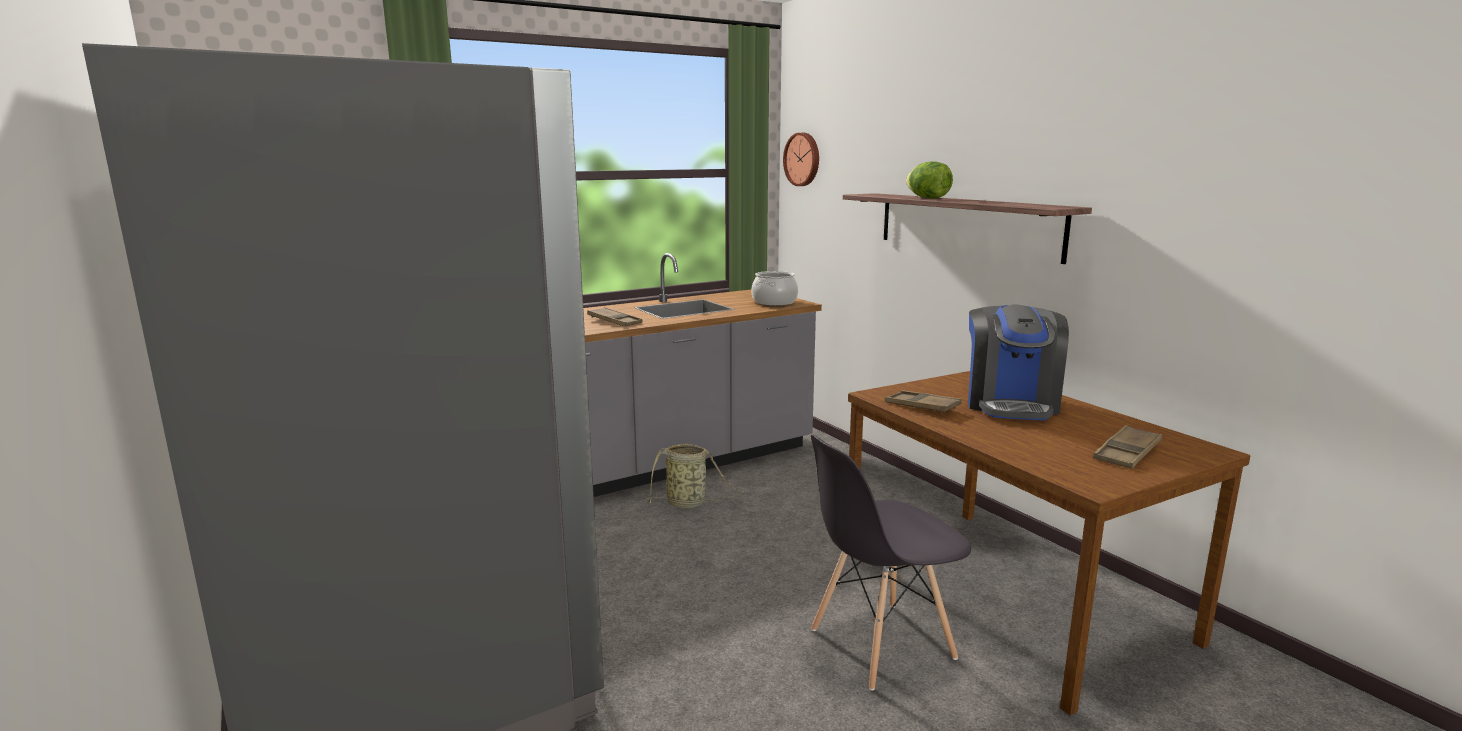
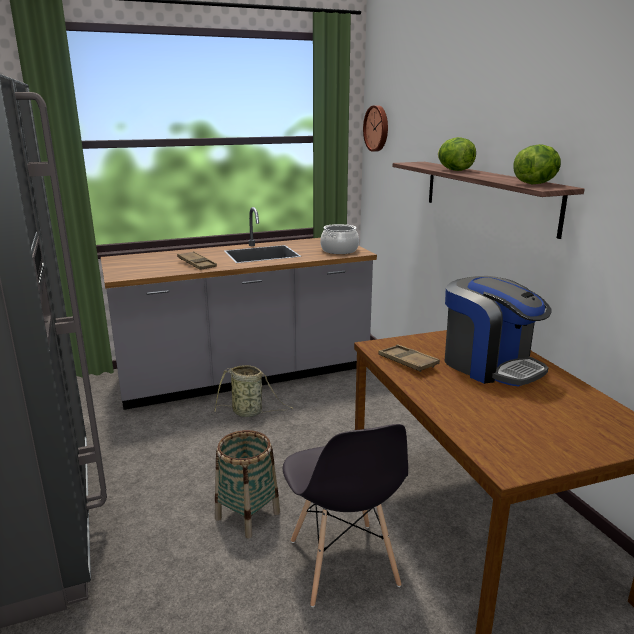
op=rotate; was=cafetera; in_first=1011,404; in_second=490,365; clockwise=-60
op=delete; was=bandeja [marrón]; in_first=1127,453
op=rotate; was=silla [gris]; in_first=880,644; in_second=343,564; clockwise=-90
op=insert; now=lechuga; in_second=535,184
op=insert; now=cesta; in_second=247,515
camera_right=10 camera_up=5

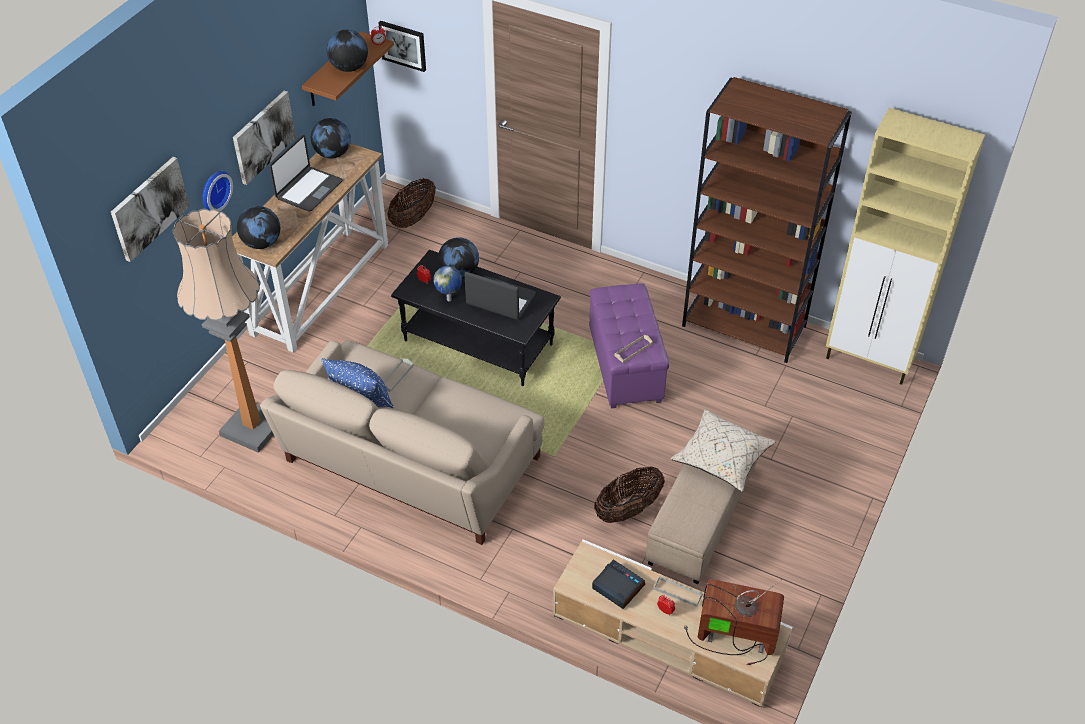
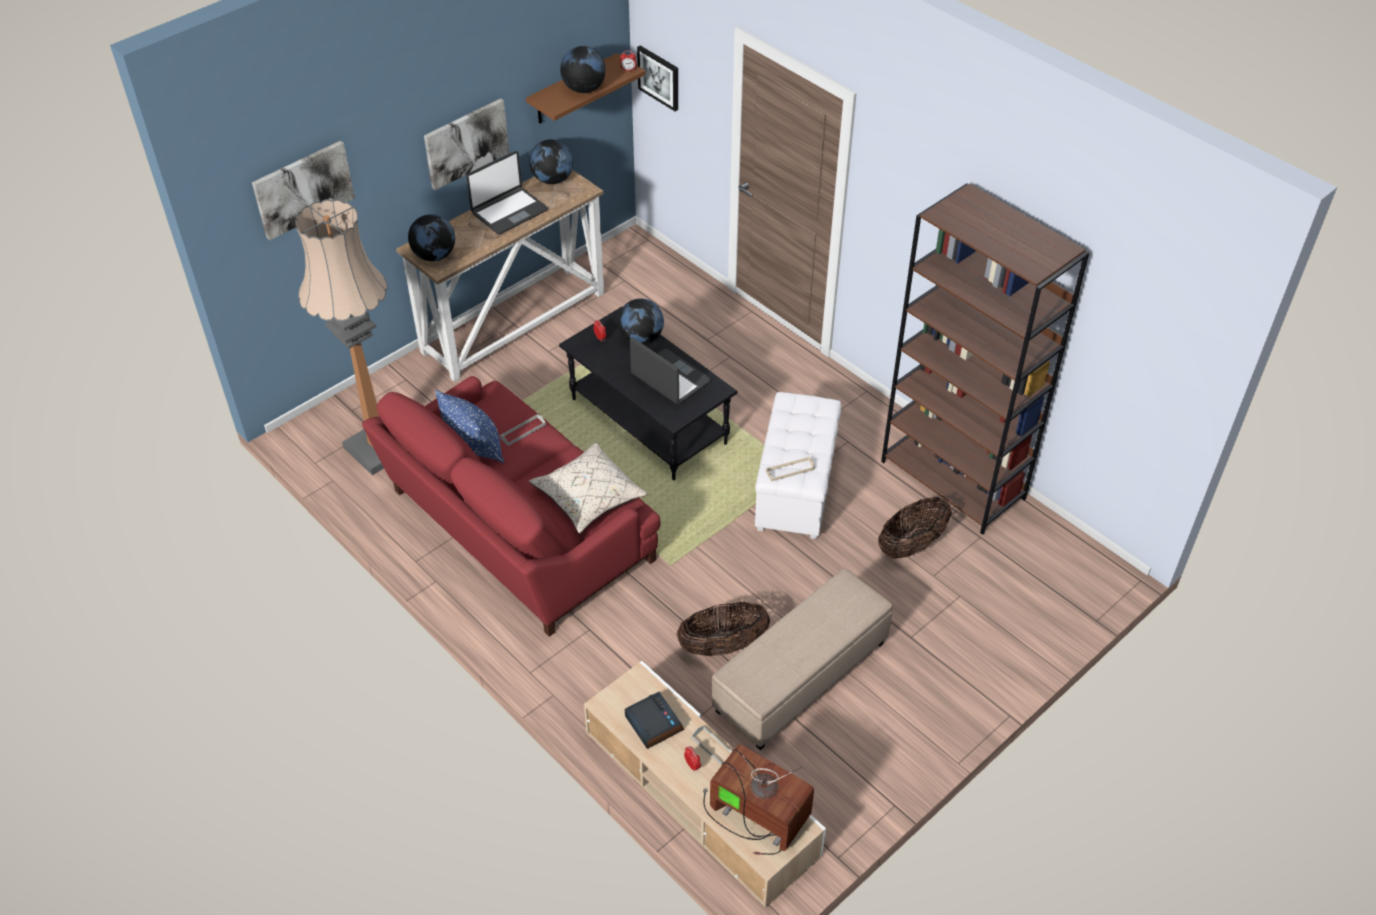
op=delete; was=armario [beis]; in_first=869,361
op=delete; was=reloj de pared; in_first=214,190
op=move; was=cesta; in_first=413,218; in_second=911,545
op=delete; was=globo terráqueo; in_first=449,299
op=recolor; was=puf [morado]; now=puf [blanco]; in_first=626,366; in_second=796,489
op=recolor; was=sofá [beis]; now=sofá [rojo]; in_first=410,463; in_second=517,529
op=move; was=cojín [beis]; in_first=721,458; in_second=588,497
camera_right=20 camera_up=0

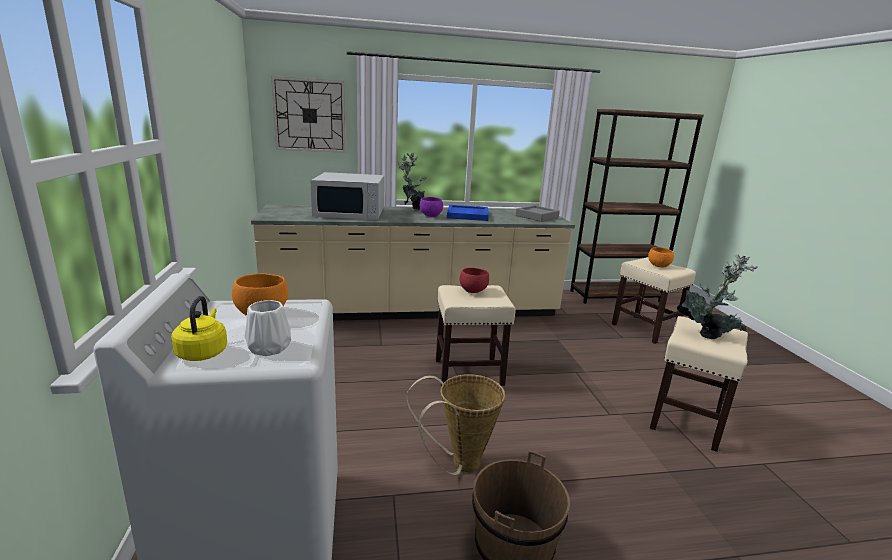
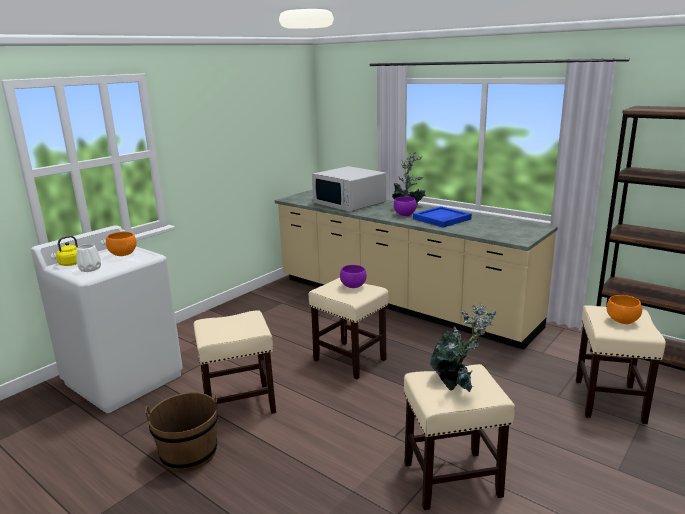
op=delete; was=reloj de pared; in_first=309,115
op=delete; was=bandeja [gris]; in_first=537,217
op=recolor; was=cuenco [rojo]; now=cuenco [morado]; in_first=473,291; in_second=354,286
op=replace; was=cesta; now=taburete [beis]; in_first=459,464; in_second=240,404
camera_right=50 camera_up=0

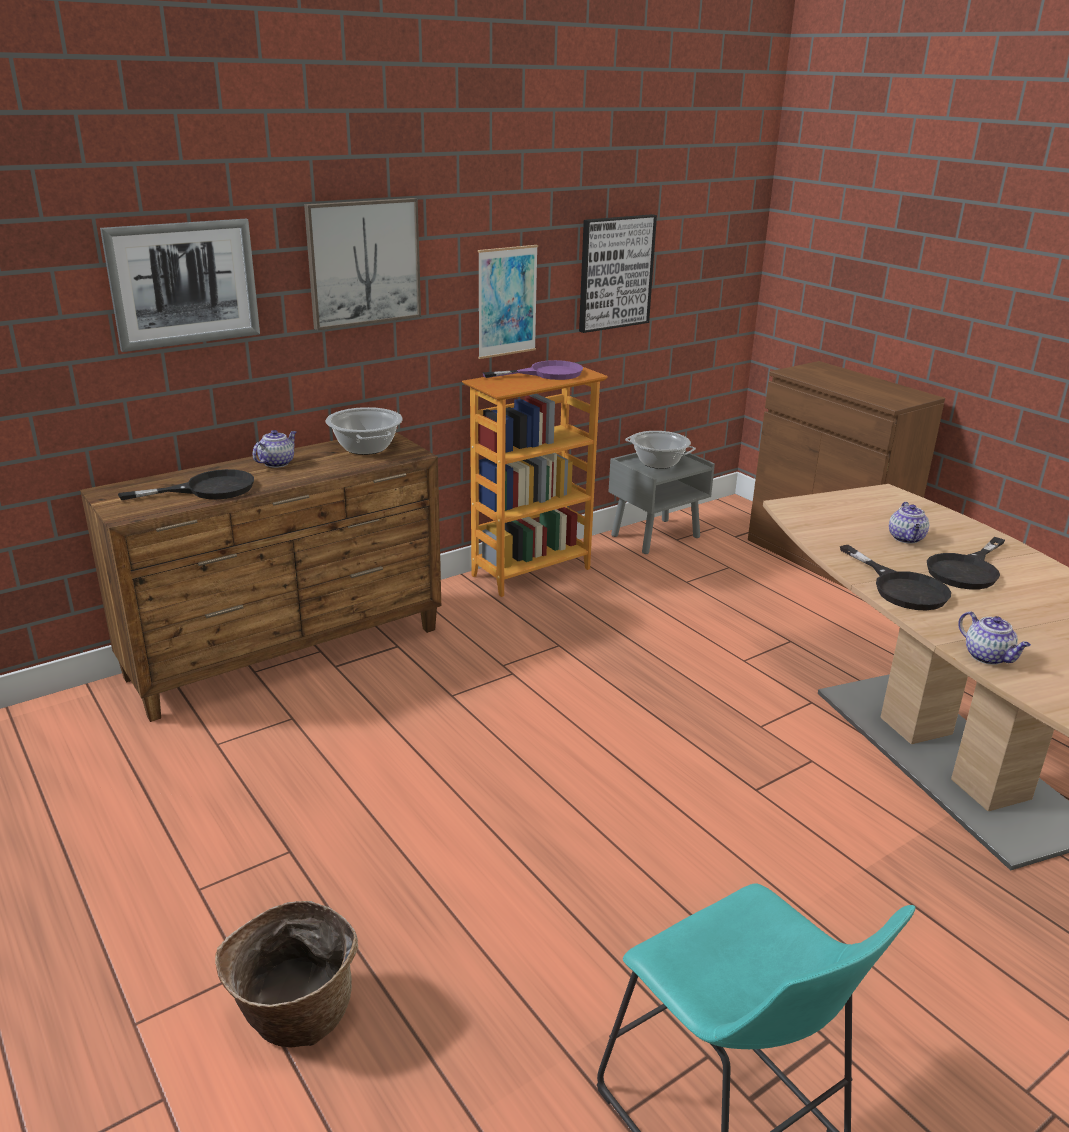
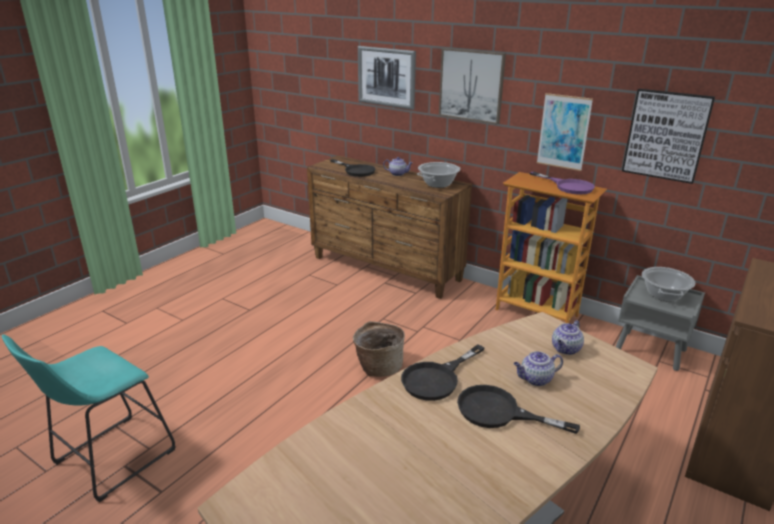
op=move; was=tetera; in_first=988,657; in_second=566,349
op=move; was=cesta; in_first=294,1015; in_second=378,367
camera_right=70 camera_up=0

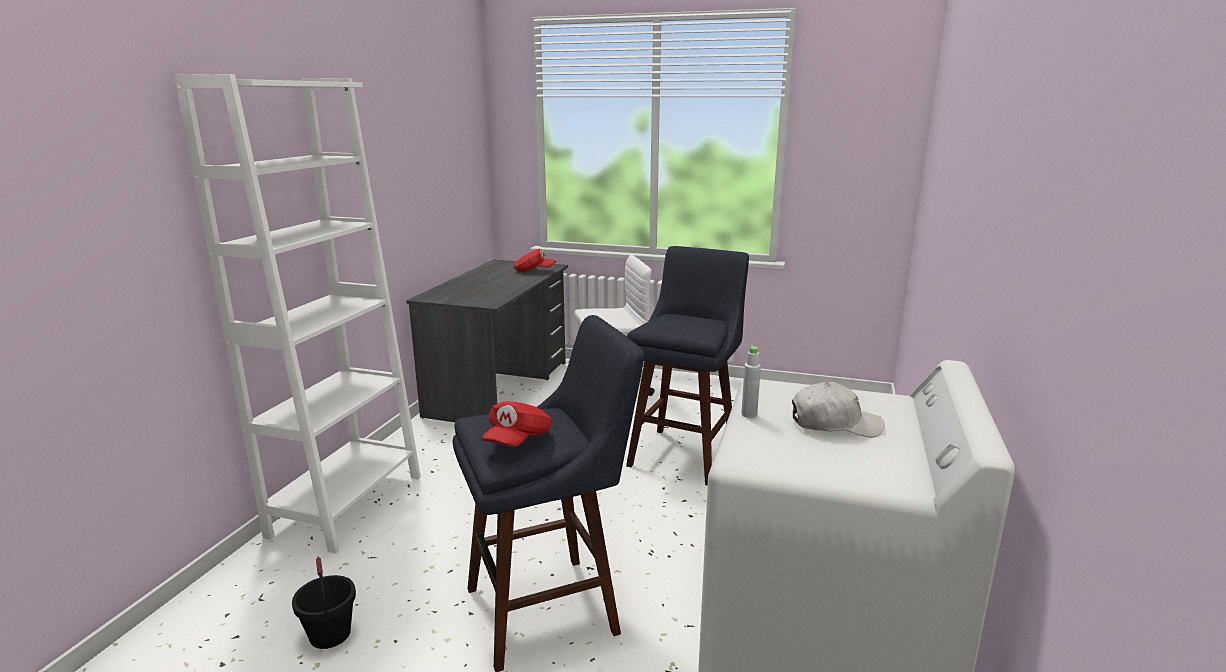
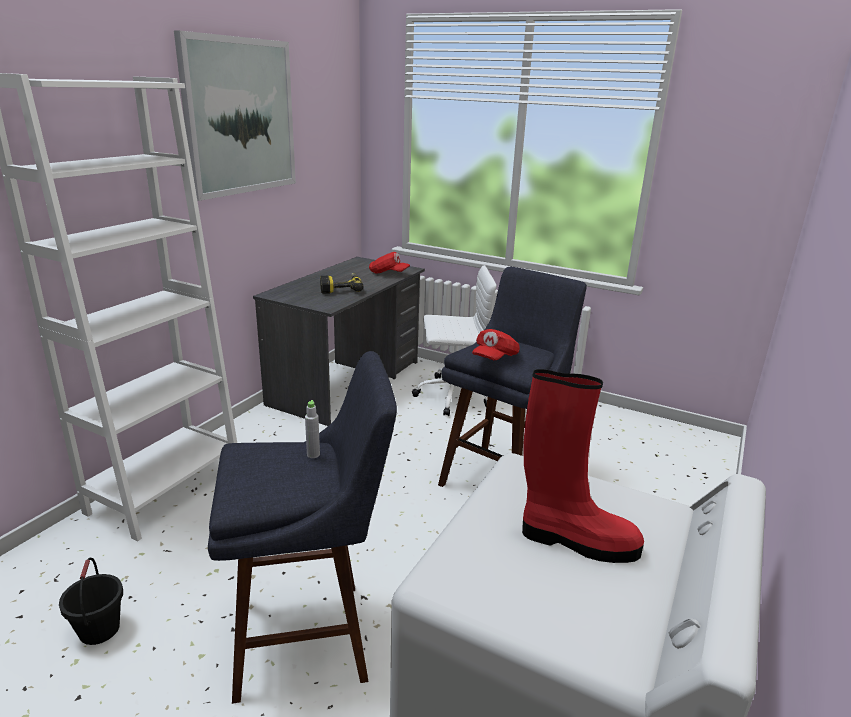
op=move; was=botella [gris]; in_first=749,415; in_second=313,454
op=replace; was=gorra [blanco]; now=bota [rojo]; in_first=834,424; in_second=575,540
op=move; was=gorra [rojo]; in_first=518,440; in_second=494,358
op=insert; now=cuadro; in_second=240,117
op=insert; now=taladro; in_second=341,288
camera_right=10 camera_up=5

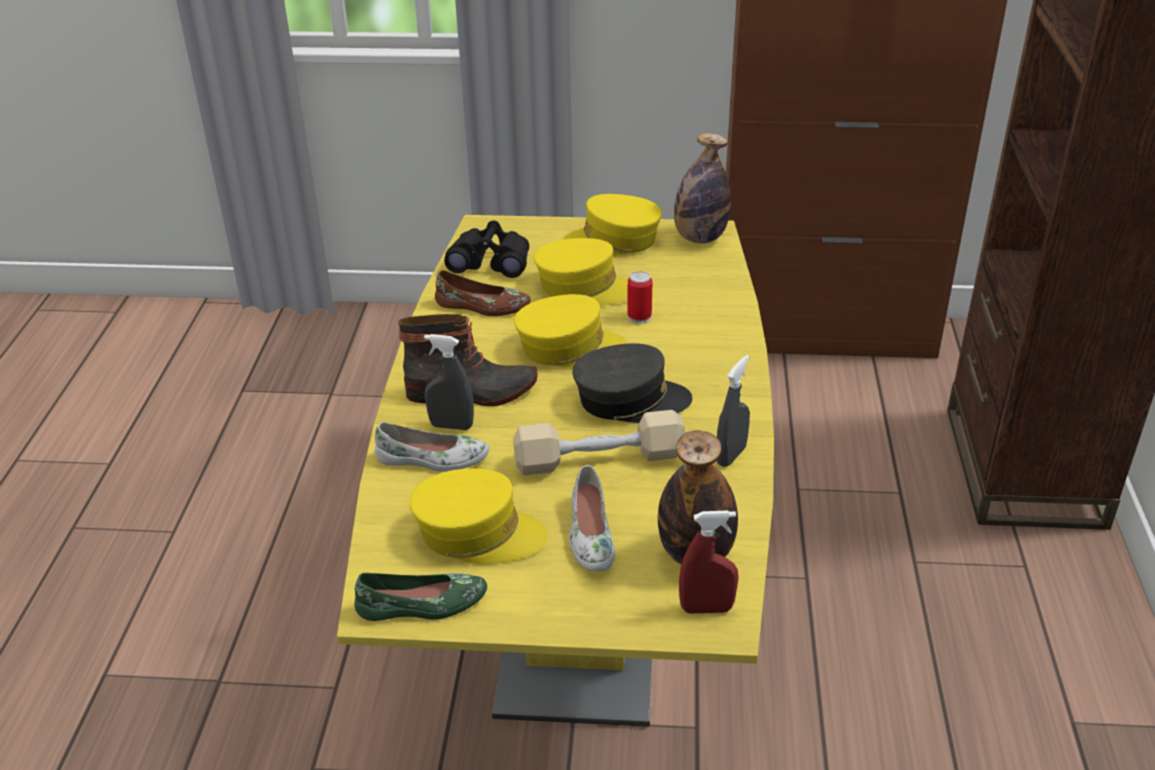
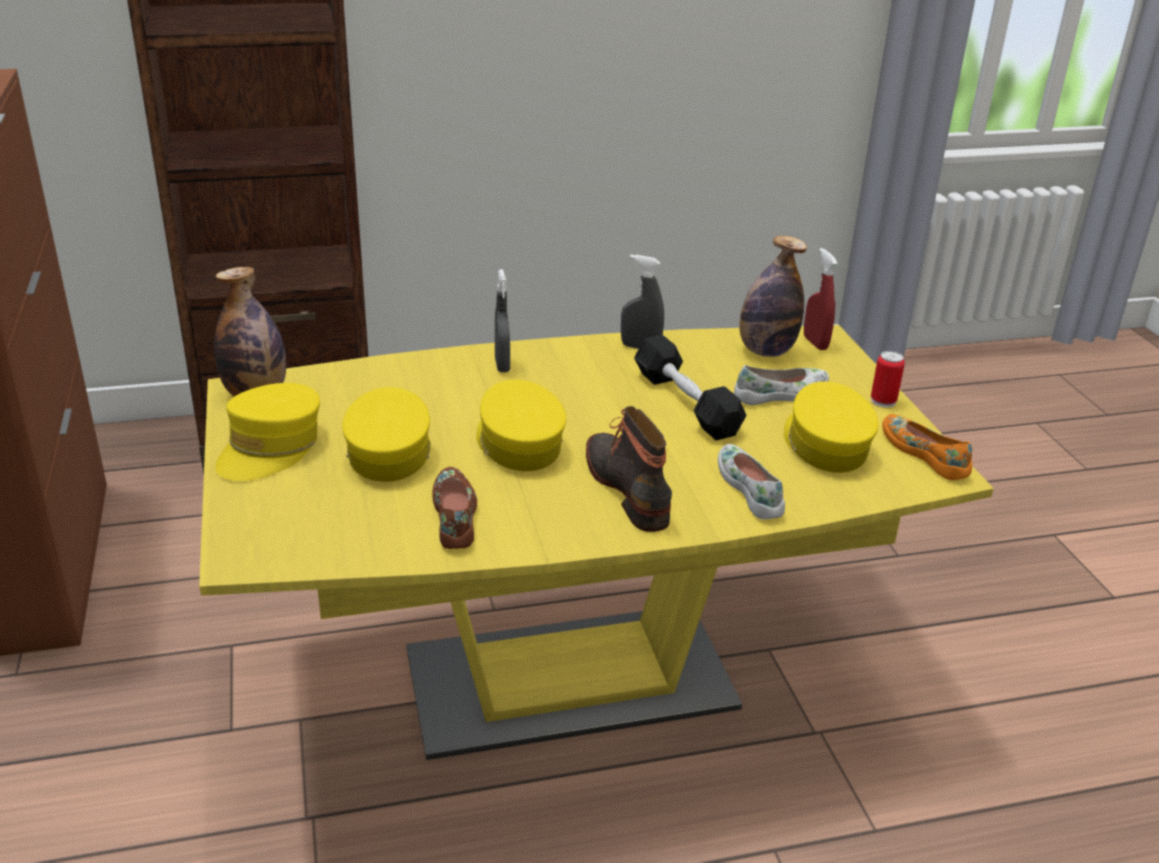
op=rotate; was=gorra [amarillo]; in_first=613,241; in_second=270,448; clockwise=45
op=delete; was=prismáticos [negro]; in_first=491,262
op=move; was=lata; in_first=639,317; in_second=883,401
op=move; was=pulverizador [gris]; in_first=451,426; in_second=502,365
op=delete; was=gorra [gris]; in_first=630,400
op=recolor; was=mancuerna [beis]; now=mancuerna [negro]; in_first=599,459; in_second=686,403
op=recolor; was=zapato [verde]; now=zapato [naranja]; in_first=422,605; in_second=924,454
camera_right=-110 camera_up=-5

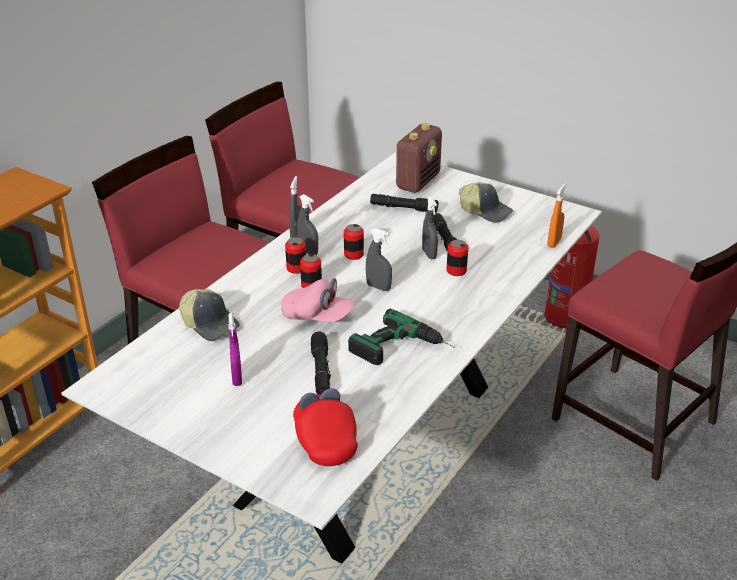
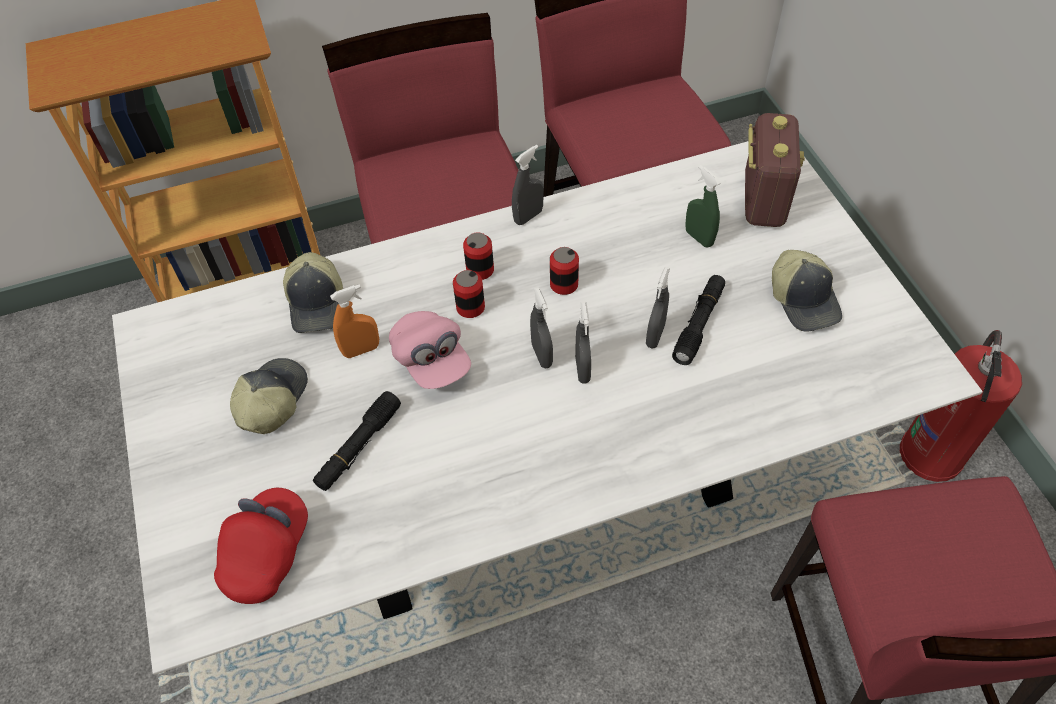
op=rotate; was=radio; in_first=418,181; in_second=763,200; clockwise=-60
op=move; was=pulverizador [naranja]; in_first=554,242; in_second=361,350
op=move; was=pulverizador [gris]; in_first=308,252; in_second=582,369
op=replace; was=linterna [negro]; now=pulverizador [verde]; in_first=403,208; in_second=699,238
op=delete; was=lata; in_first=456,271
op=delete; was=taladro; in_first=403,350
op=replace; was=pulverizador [morado]; now=gorra; in_first=237,378; in_second=270,400
camera_right=40 camera_up=20

